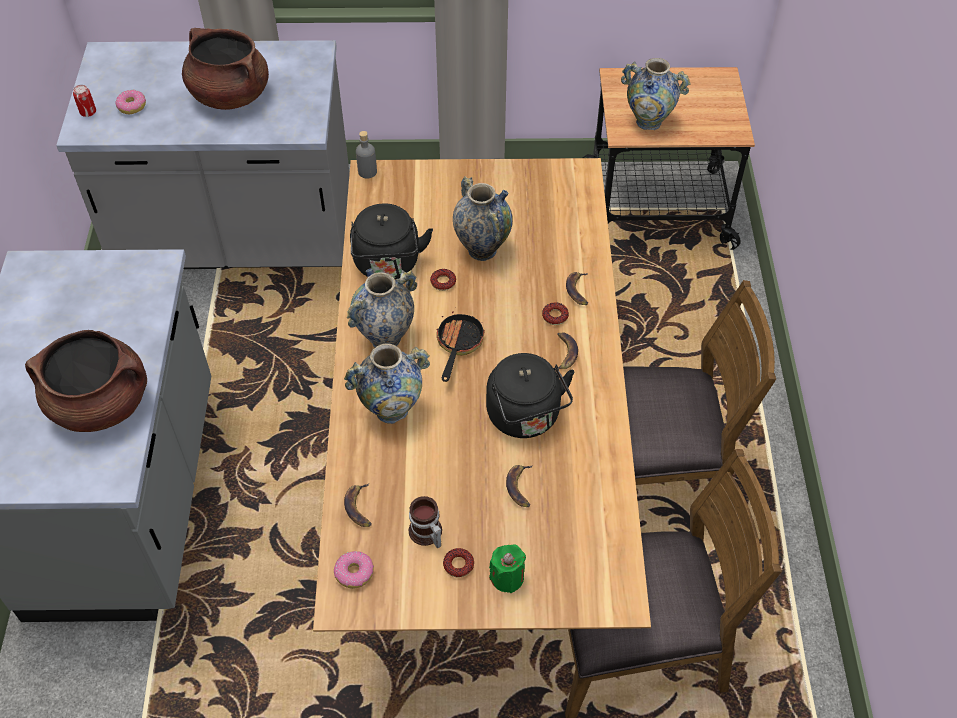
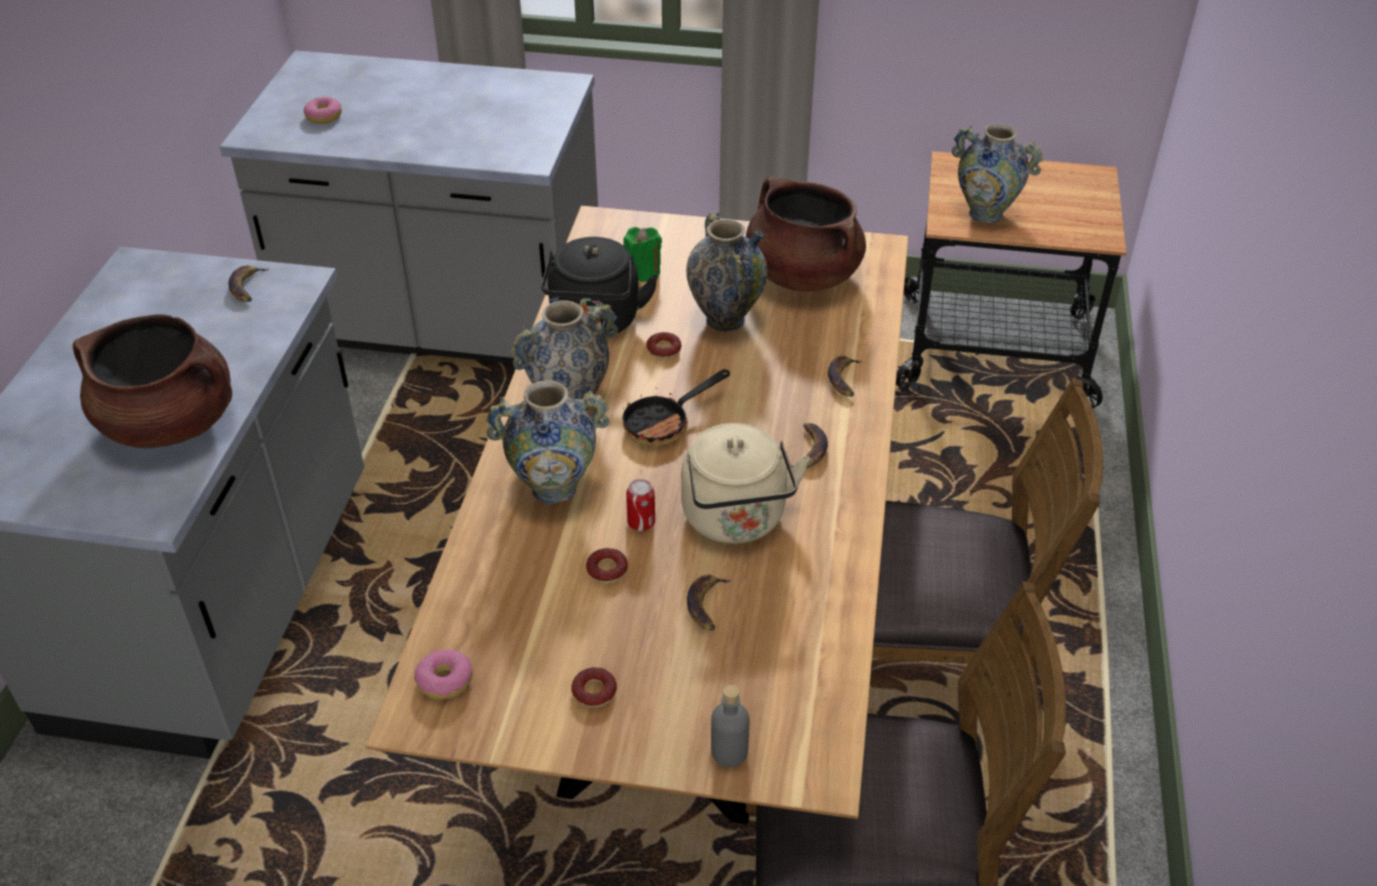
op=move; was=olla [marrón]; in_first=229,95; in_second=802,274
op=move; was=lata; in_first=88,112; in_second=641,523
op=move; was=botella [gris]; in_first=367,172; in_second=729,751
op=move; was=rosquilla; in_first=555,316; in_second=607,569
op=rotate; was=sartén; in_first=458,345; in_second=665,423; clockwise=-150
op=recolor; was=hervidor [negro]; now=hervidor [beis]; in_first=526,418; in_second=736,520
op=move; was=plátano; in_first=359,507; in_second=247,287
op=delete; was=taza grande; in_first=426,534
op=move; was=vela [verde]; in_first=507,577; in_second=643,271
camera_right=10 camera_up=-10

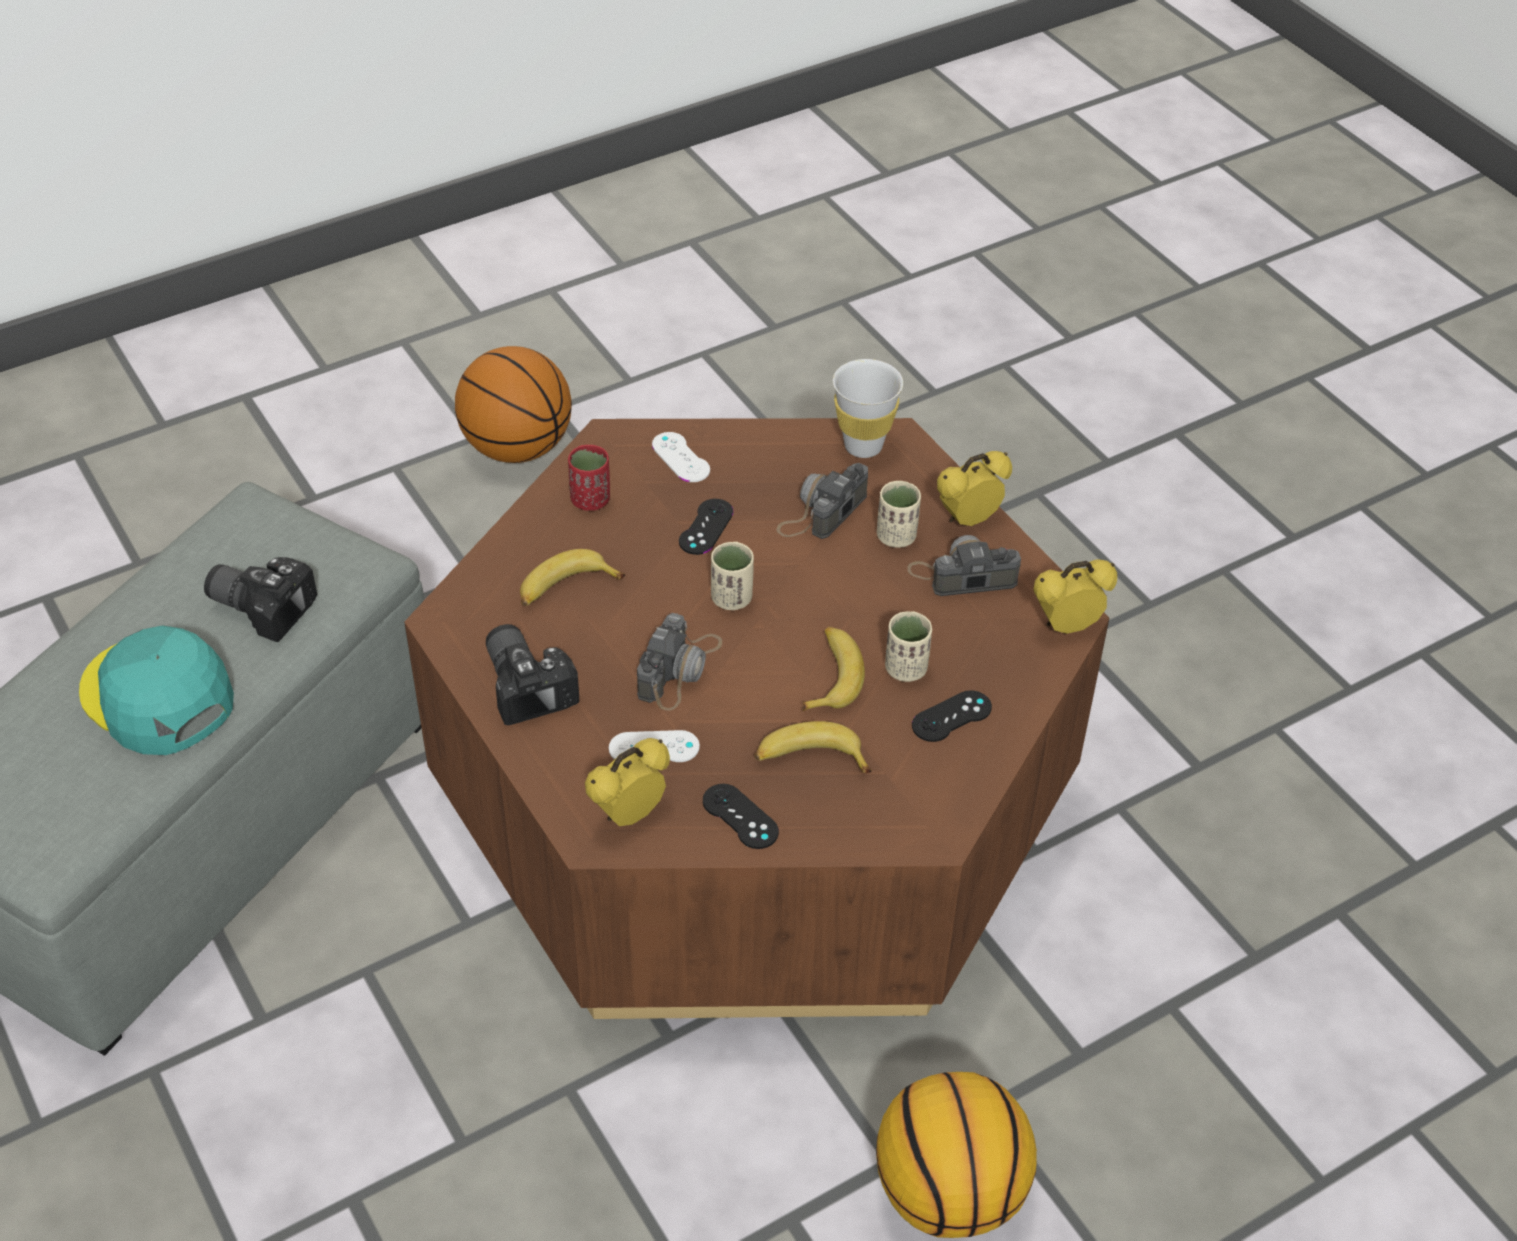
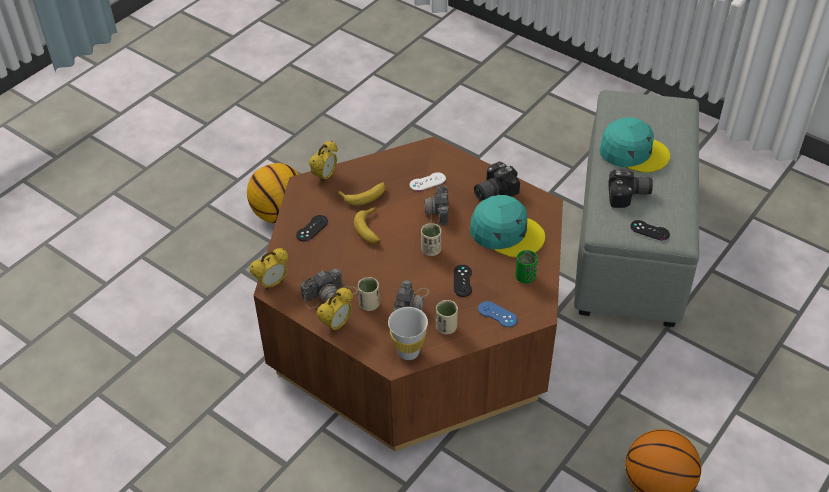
op=recolor; was=mando de consola [blanco]; now=mando de consola [azul]; in_first=681,457; in_second=497,314
op=recolor; was=taza [rojo]; now=taza [verde]; in_first=590,500; in_second=525,277
op=replace; was=plátano; now=gorra [turquesa]; in_first=565,588; in_second=506,232
op=move; was=taza [beis]; in_first=906,669; in_second=446,327
op=rotate; was=cámara; in_first=529,683; in_second=493,190; clockwise=105
op=move; was=despertador; in_first=629,815; in_second=325,177
op=move; was=mando de consola [negro]; in_first=740,816; in_second=649,230
camera_right=160 camera_up=0

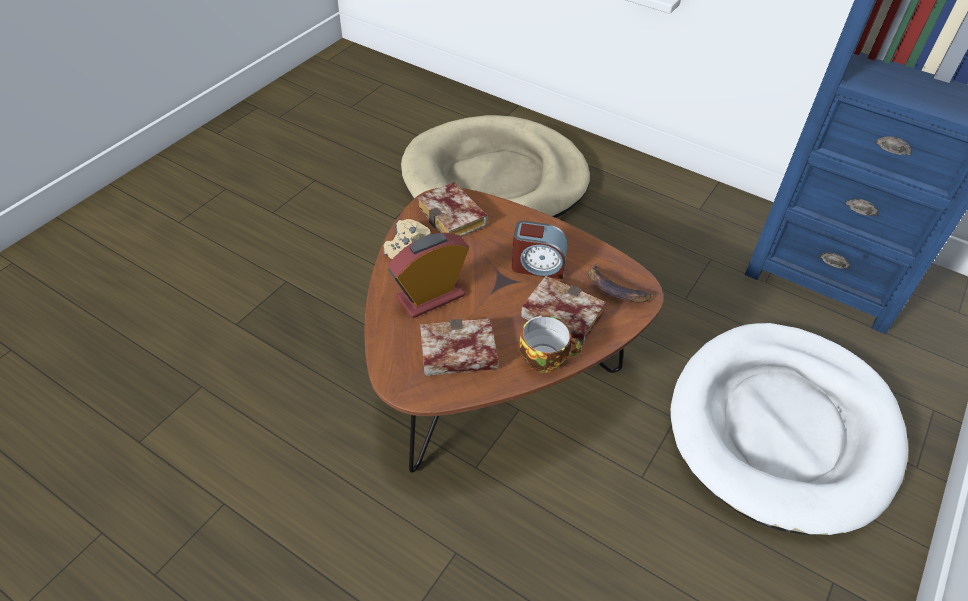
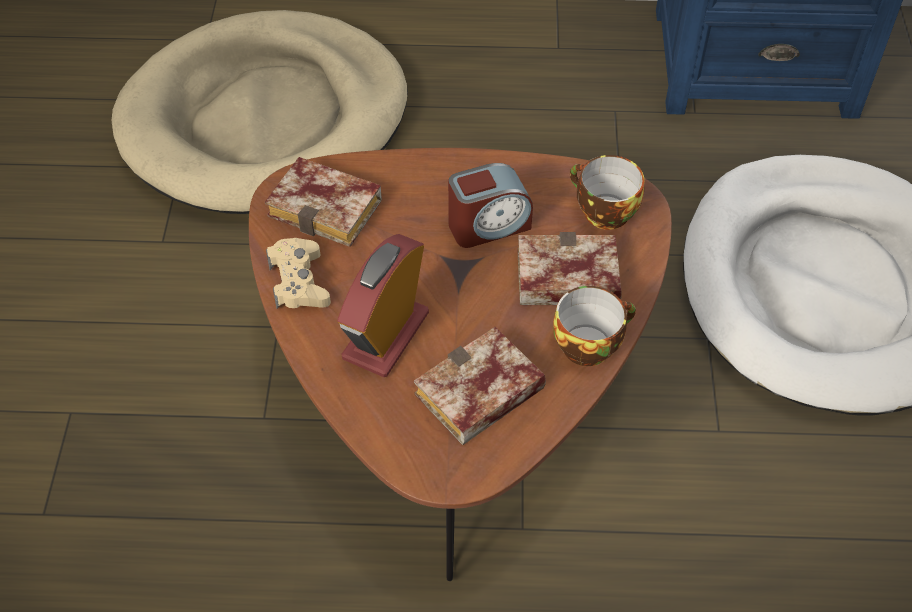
op=replace; was=plátano; now=taza; in_first=614,289; in_second=602,212
camera_right=-30 camera_up=5

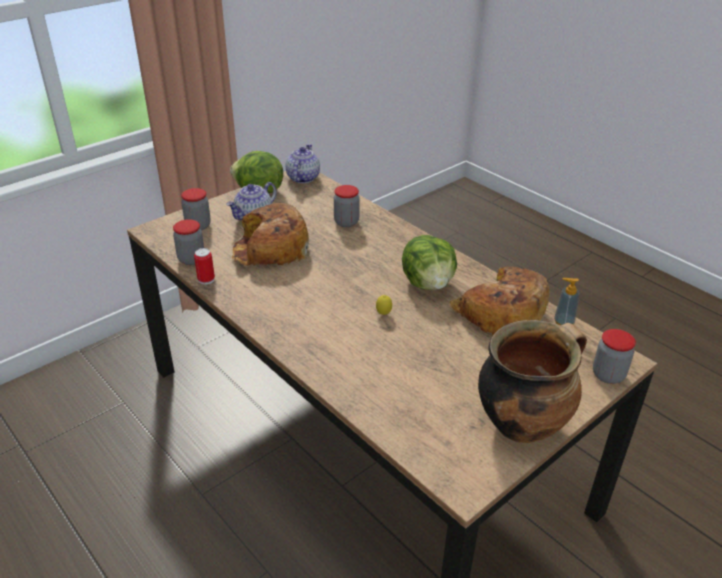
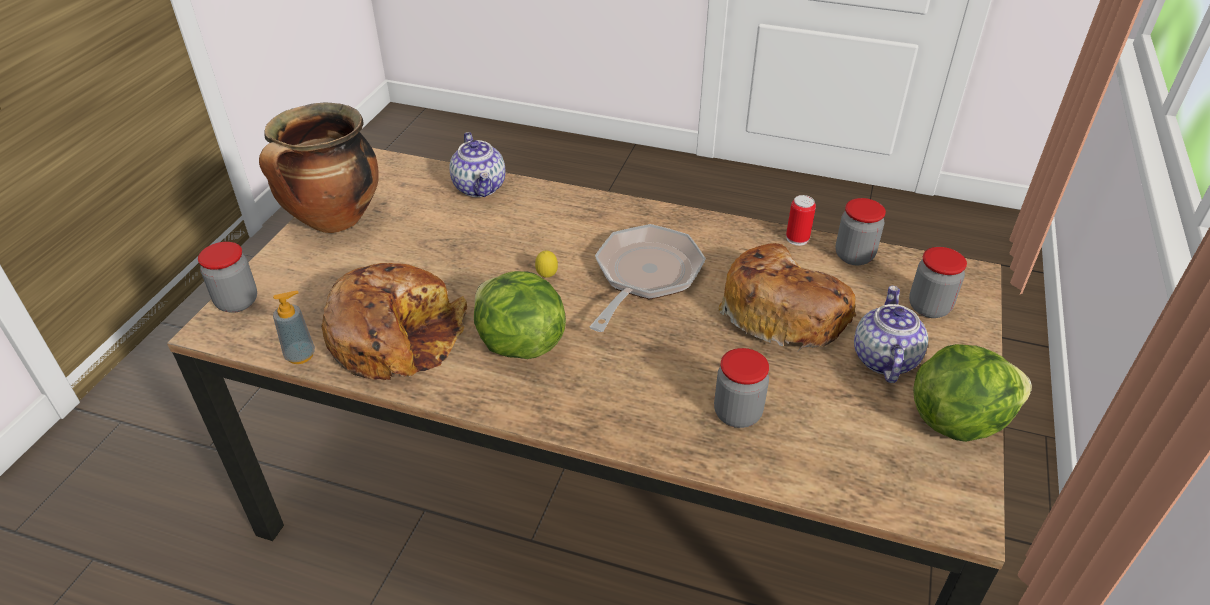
op=move; was=tetera; in_first=302,178; in_second=480,187
op=insert; now=sartén; in_second=644,276
camera_right=150 camera_up=5

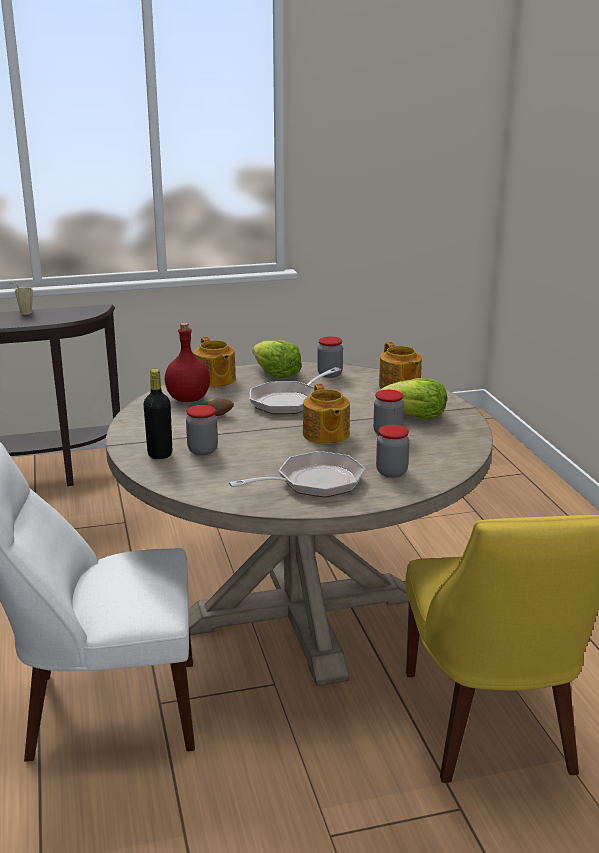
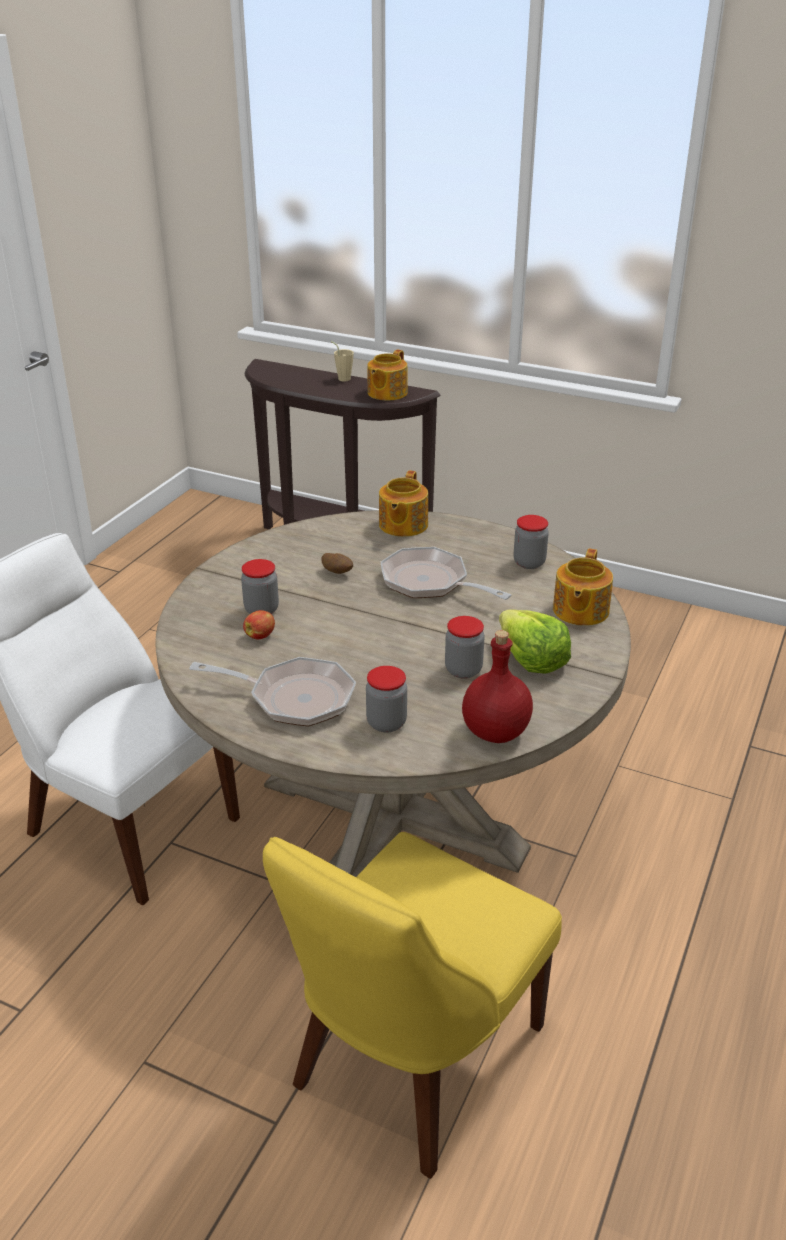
op=move; was=botella [rojo]; in_first=187,399; in_second=494,731
op=delete; was=lechuga; in_first=276,374
op=rotate; was=sartén; in_first=289,401; in_second=430,583; clockwise=45
op=delete; was=botella [negro]; in_first=160,454
op=move; was=tetera; in_first=325,435; in_second=386,393
op=insert; now=manzana; in_second=260,636
camera_right=40 camera_up=10

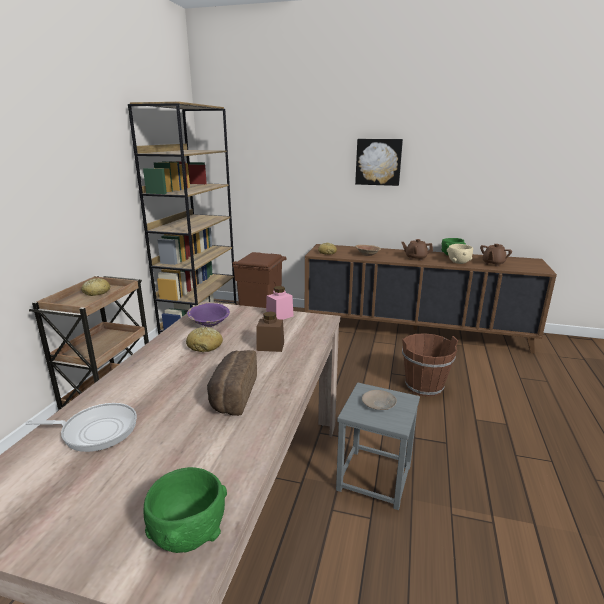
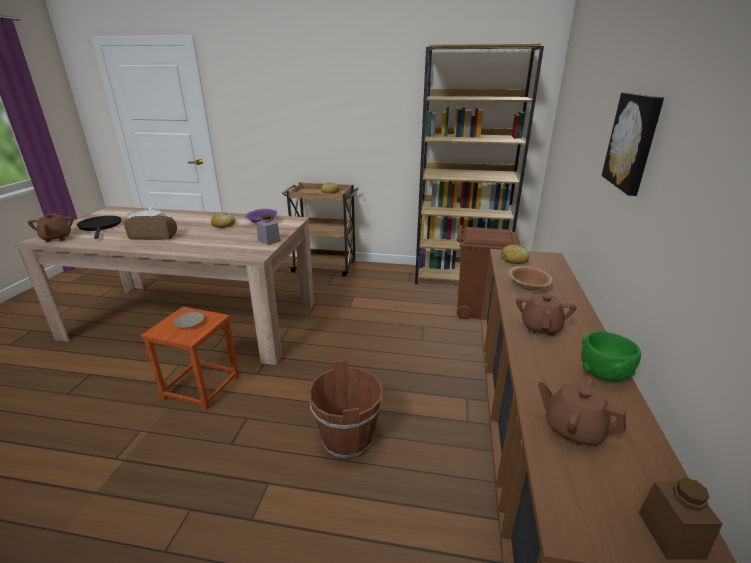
op=delete; was=cuenco [beis]; in_first=458,262
op=recolor; was=tarro [rosa]; now=tarro [gris]; in_first=279,316; in_second=269,240
op=move; was=tarro [marrón]; in_first=270,346; in_second=670,534
op=recolor; was=taburete [gris]; now=taburete [marrón]; in_first=375,478; in_second=201,387
op=replace; was=cuenco [verde]; now=tetera [marrón]; in_first=188,535; in_second=56,238
op=insert; now=sartén [negro]; in_second=100,226
camera_right=85 camera_up=5

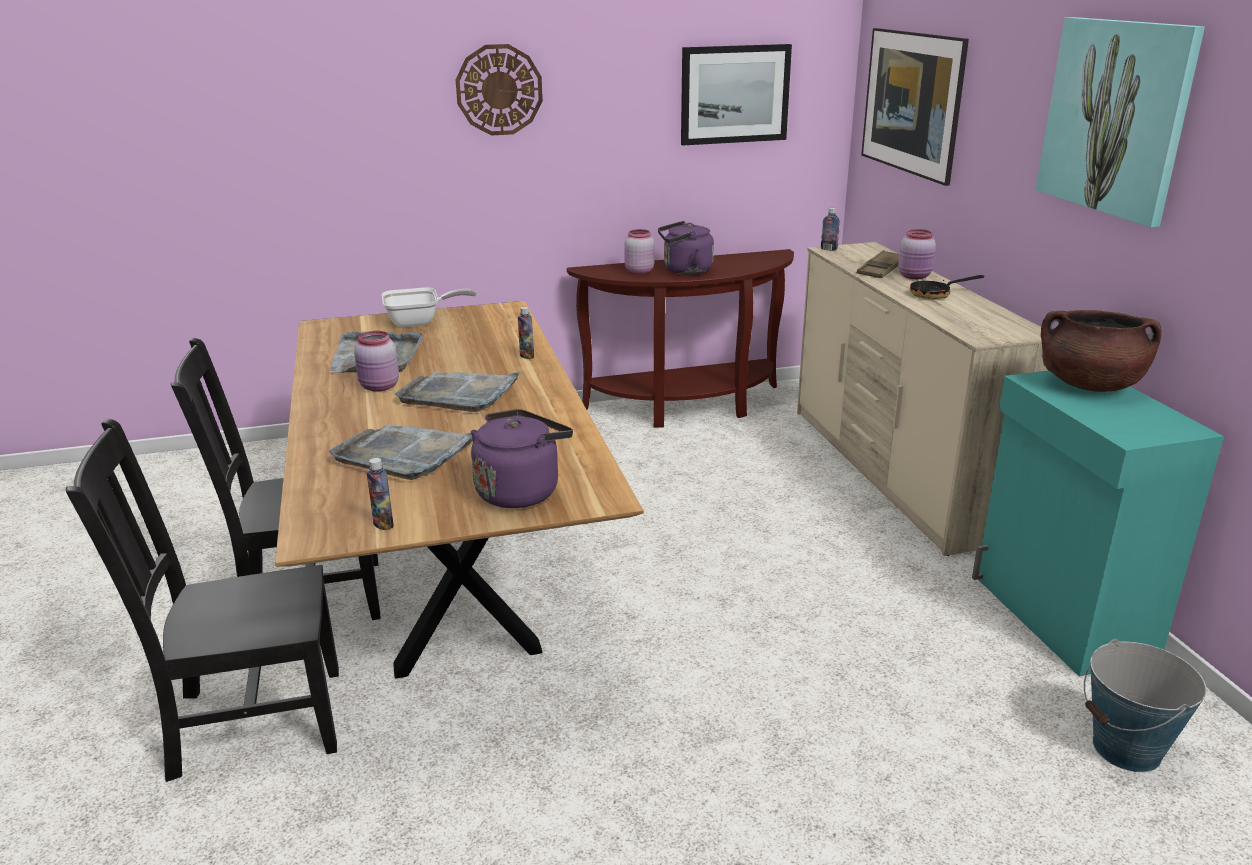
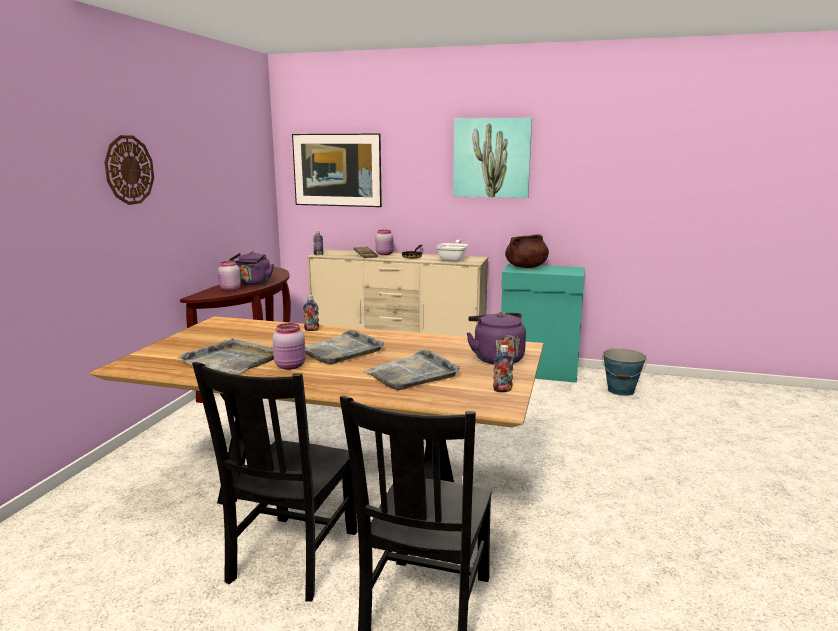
op=delete; was=cuadro; in_first=734,94
op=move; was=sartén; in_first=419,322; in_second=453,259
camera_right=-60 camera_up=-10

